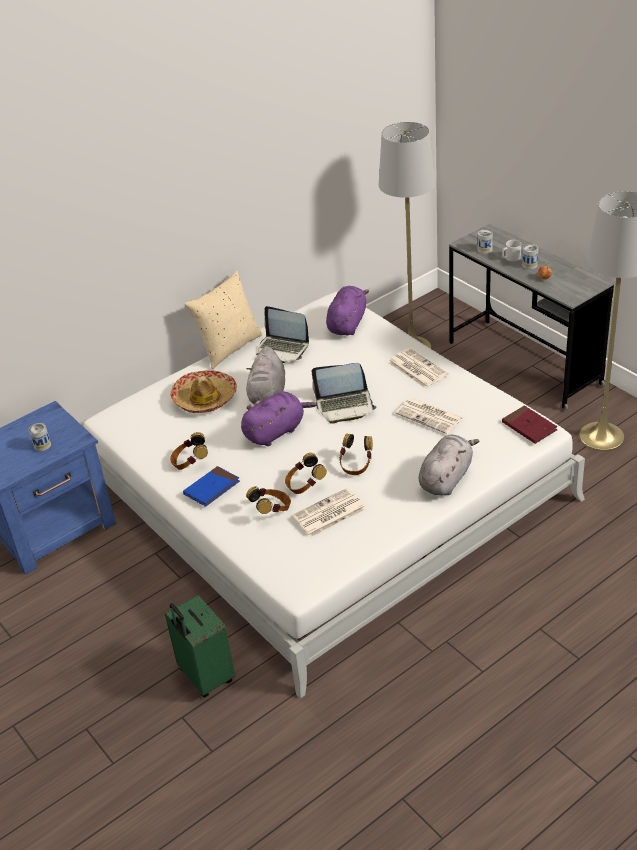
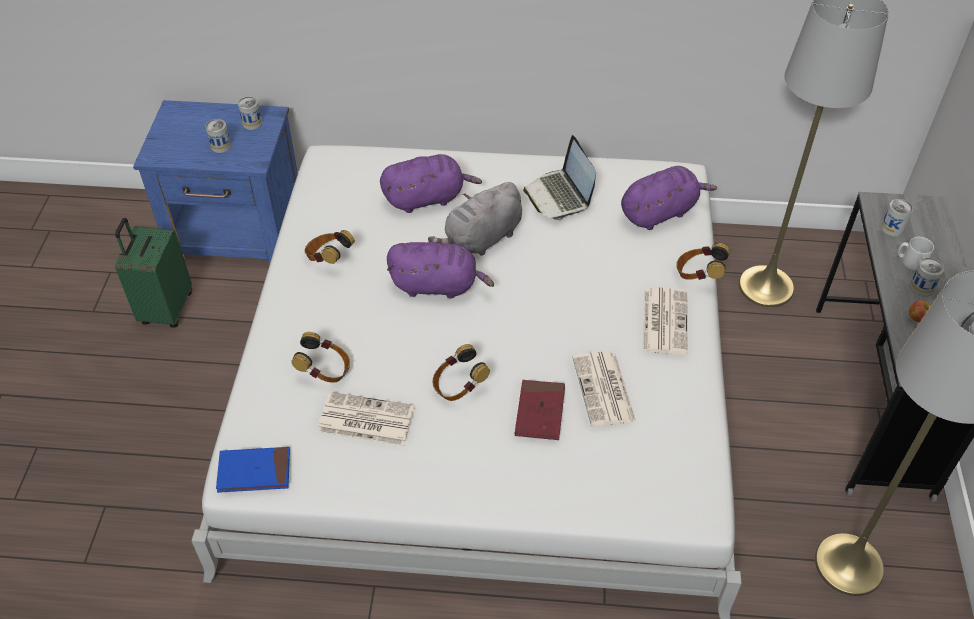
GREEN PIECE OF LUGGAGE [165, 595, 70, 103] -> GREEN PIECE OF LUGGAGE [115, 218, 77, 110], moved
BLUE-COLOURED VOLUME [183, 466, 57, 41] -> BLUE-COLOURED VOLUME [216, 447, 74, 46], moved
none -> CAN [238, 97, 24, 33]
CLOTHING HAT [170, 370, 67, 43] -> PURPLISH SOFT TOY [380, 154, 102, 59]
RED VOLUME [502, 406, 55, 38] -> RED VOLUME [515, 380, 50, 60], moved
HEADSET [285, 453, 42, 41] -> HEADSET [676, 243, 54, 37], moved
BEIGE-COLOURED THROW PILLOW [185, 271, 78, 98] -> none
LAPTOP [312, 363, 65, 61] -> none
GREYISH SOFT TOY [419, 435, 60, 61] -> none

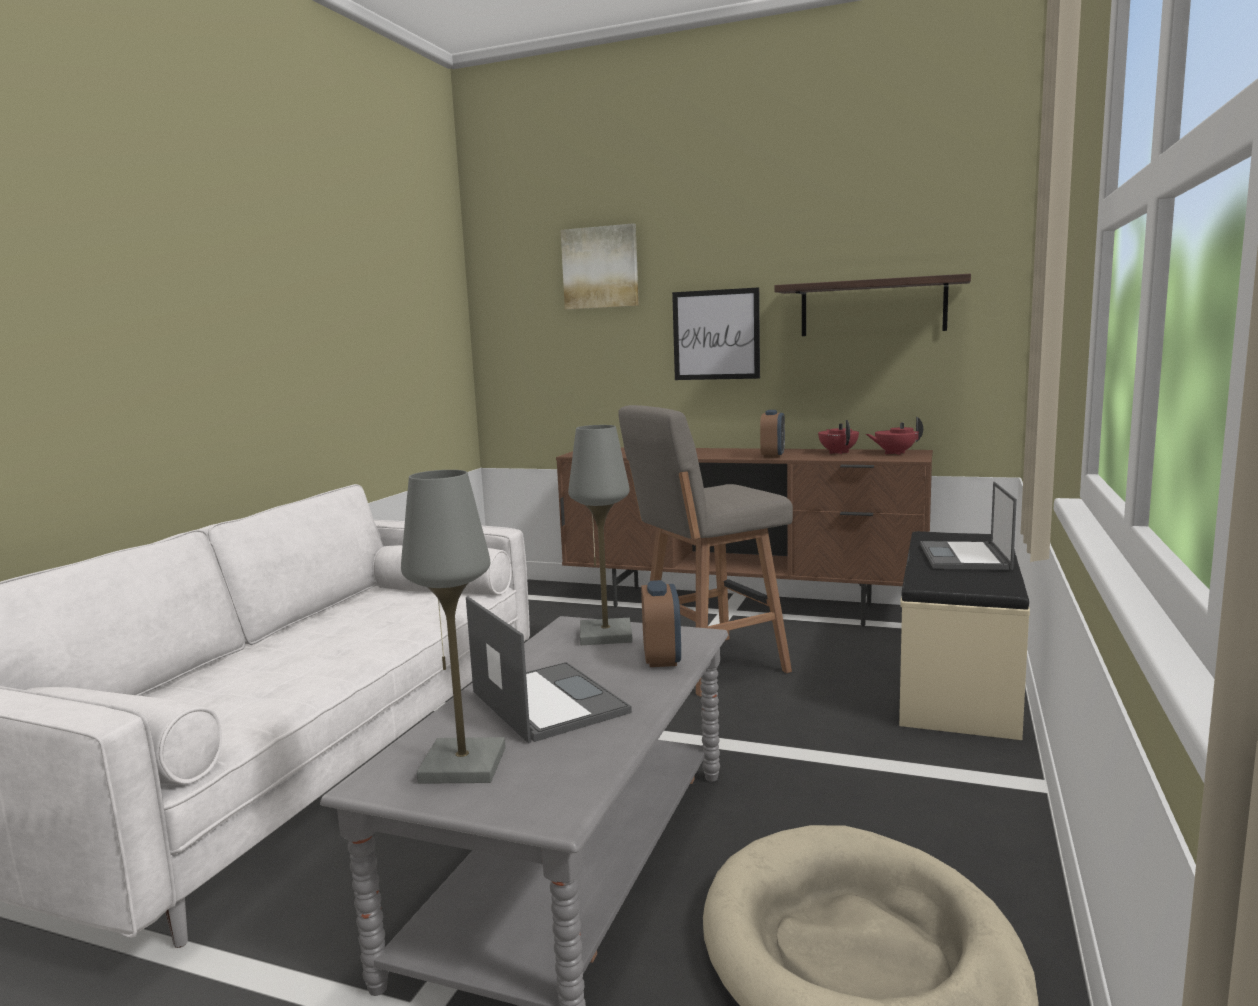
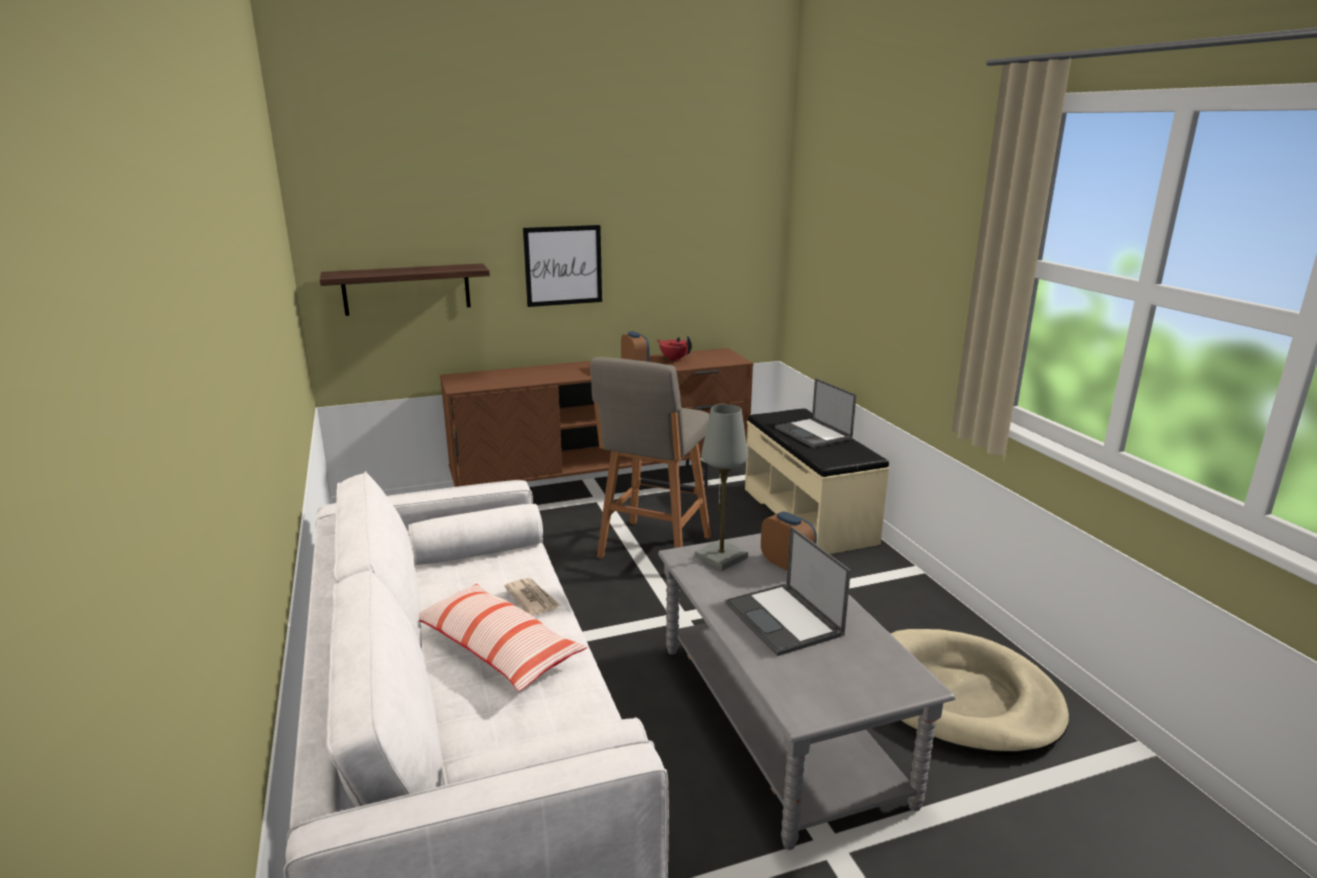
WALL SHELF [774, 274, 197, 62] -> WALL SHELF [320, 263, 170, 53], moved
none -> THROW PILLOW [418, 584, 169, 107]
none -> PRINTED PAPER [504, 578, 57, 38]
LAPTOP [466, 596, 166, 147] -> LAPTOP [725, 526, 126, 130], 135 degrees counterclockwise
GREYISH TABLETOP LAMP [401, 470, 104, 314] -> none
WALL PICTURE [561, 223, 78, 86] -> none
RED POT FOR TEA [866, 417, 57, 38] -> none

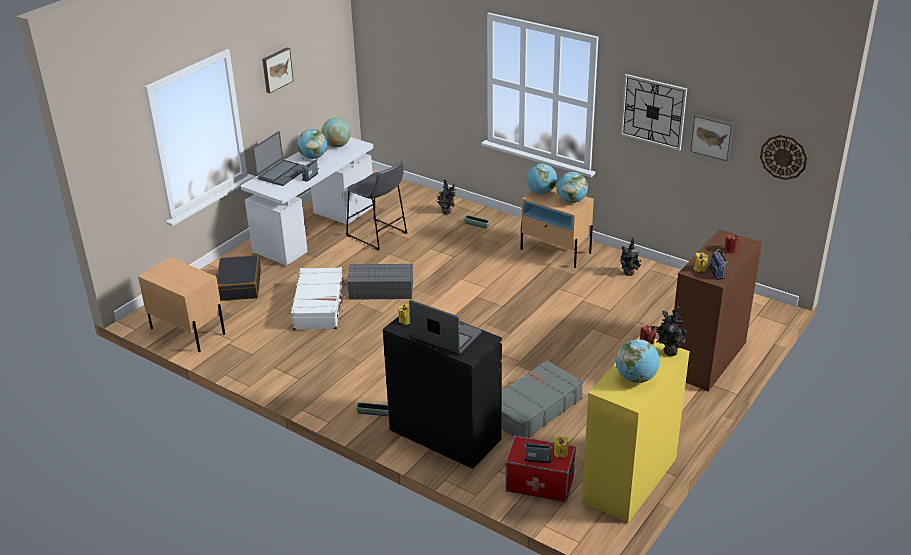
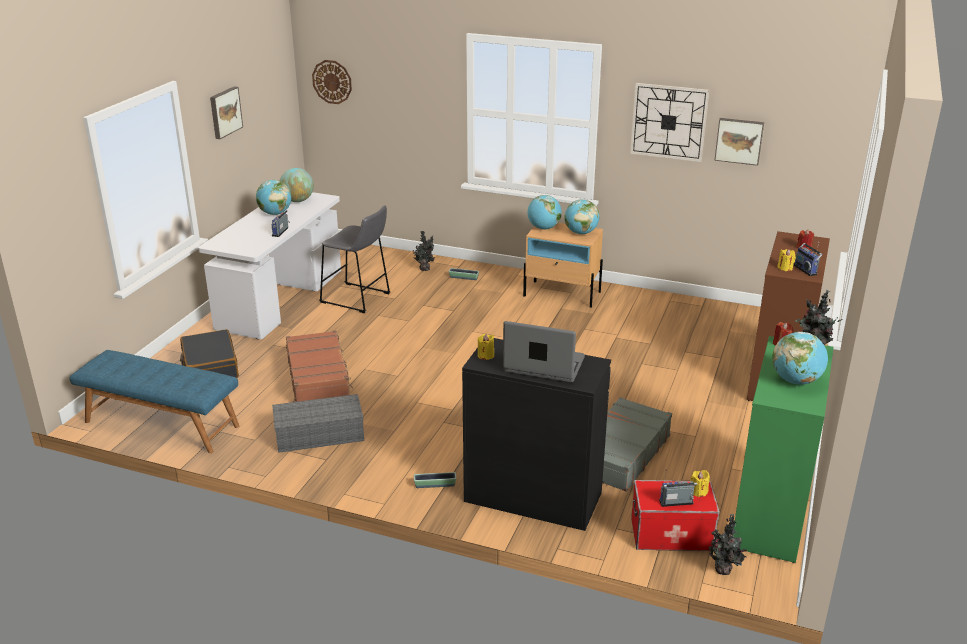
BEIGE-COLOURED BEDSIDE TABLE [138, 257, 87, 95] -> BLUE-COLOURED LONG SEAT [69, 350, 170, 103]
GREYISH STORAGE BOX [347, 264, 66, 36] -> GREYISH STORAGE BOX [272, 394, 92, 59], moved
WHITISH PIECE OF LUGGAGE [291, 267, 55, 63] -> BROWN PIECE OF LUGGAGE [286, 330, 67, 72]
HANGING CLOCK [760, 135, 47, 45] -> HANGING CLOCK [312, 60, 40, 44], moved
POTTED PLANT [620, 237, 22, 39] -> POTTED PLANT [709, 514, 38, 61], moved
YELLOWISH DRESSER [582, 336, 108, 187] -> GREEN DRESSER [733, 336, 101, 227]
LAPTOP [253, 131, 52, 55] -> none

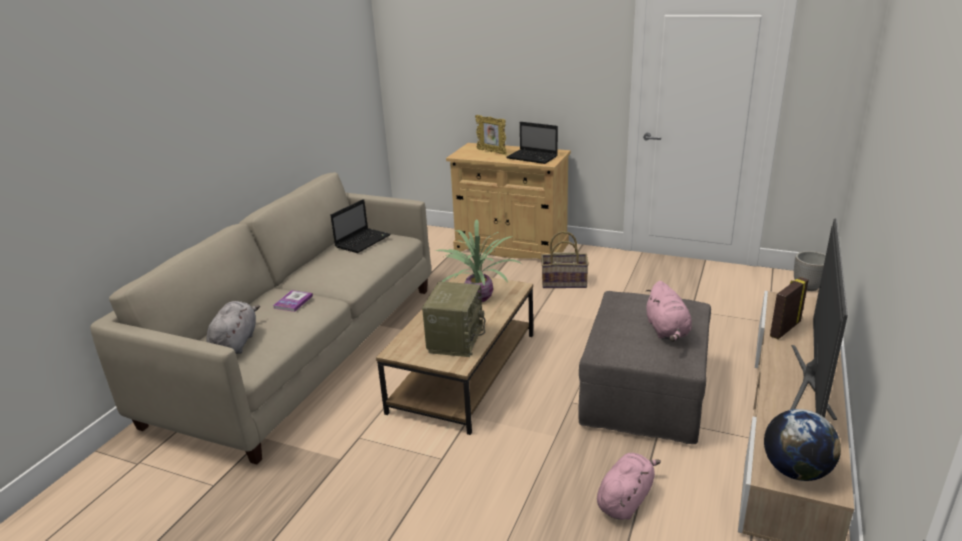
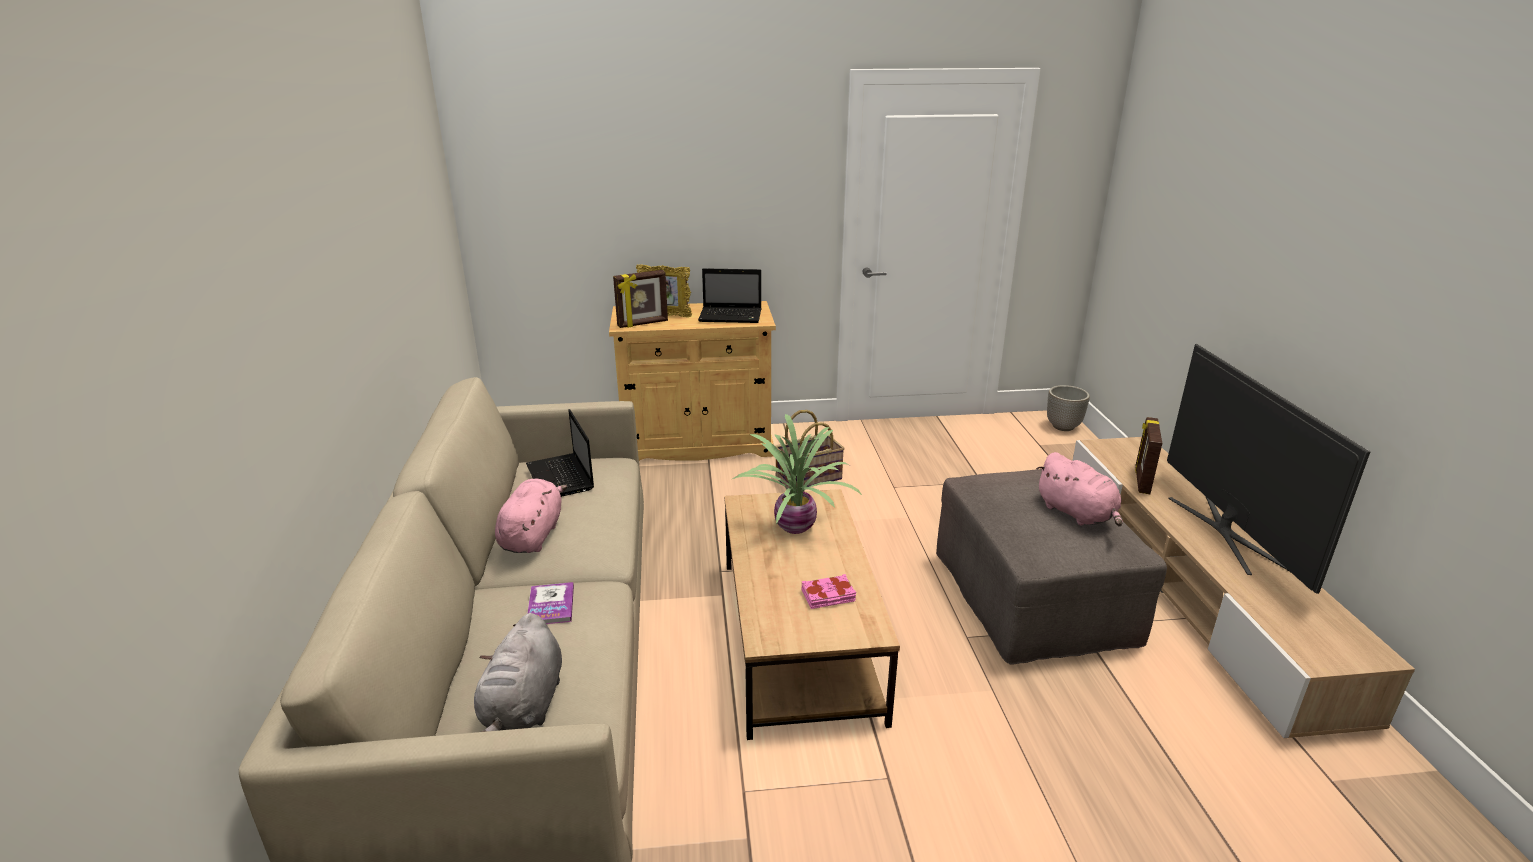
GREYISH SOFT TOY [207, 301, 53, 53] -> GREYISH SOFT TOY [474, 613, 88, 119], 150 degrees counterclockwise
PINK SOFT TOY [597, 453, 64, 67] -> PINK SOFT TOY [495, 479, 72, 74], moved
LAPTOP [330, 199, 61, 54] -> LAPTOP [526, 409, 68, 88], 150 degrees clockwise
none -> STANDING FRAME [613, 270, 55, 58]
RADIO SET [422, 282, 63, 75] -> PINK VOLUME [802, 574, 54, 35]
WORLD GLOBE [764, 409, 77, 72] -> none

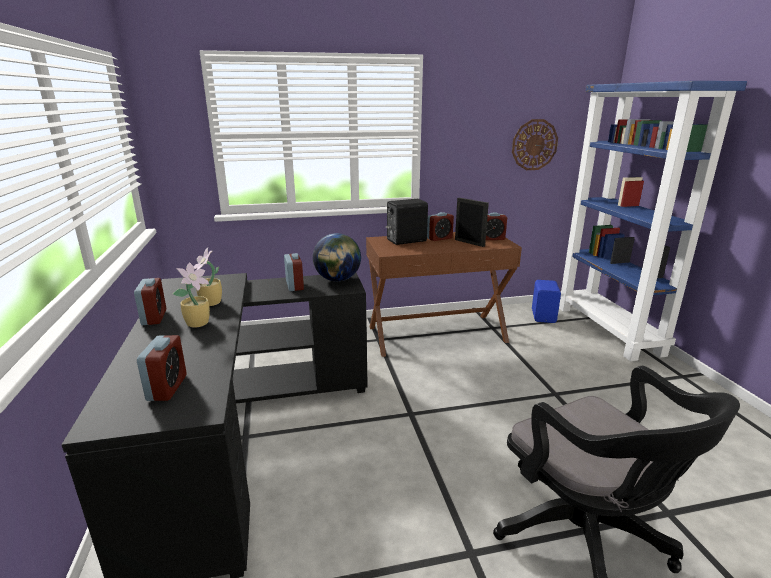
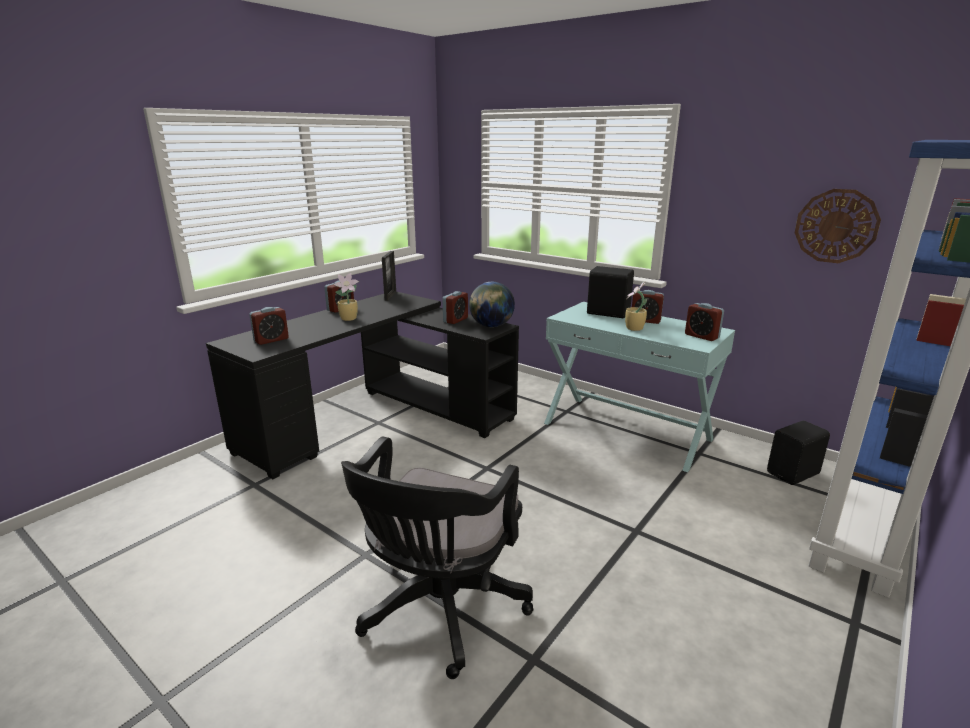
STANDING FRAME [455, 198, 34, 49] -> STANDING FRAME [382, 251, 14, 50], moved
BROWN HALL TABLE [366, 232, 156, 125] -> TURQUOISE-COLOURED HALL TABLE [544, 302, 191, 170]
POTTED PLANT [194, 248, 28, 58] -> POTTED PLANT [625, 281, 22, 50], moved
BLUE-COLOURED LOUDSPEAKER [532, 280, 29, 43] -> BLACKISH LOUDSPEAKER [767, 421, 63, 64]

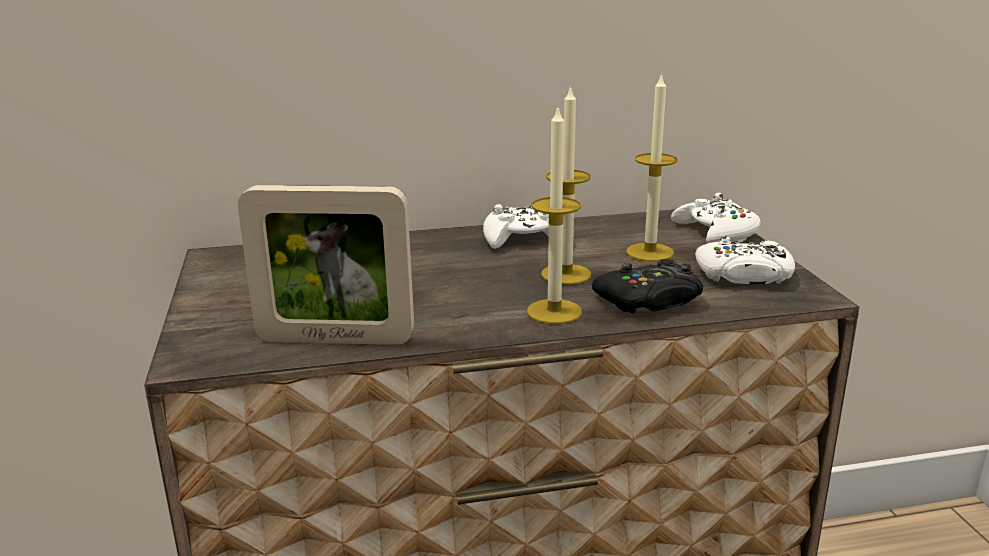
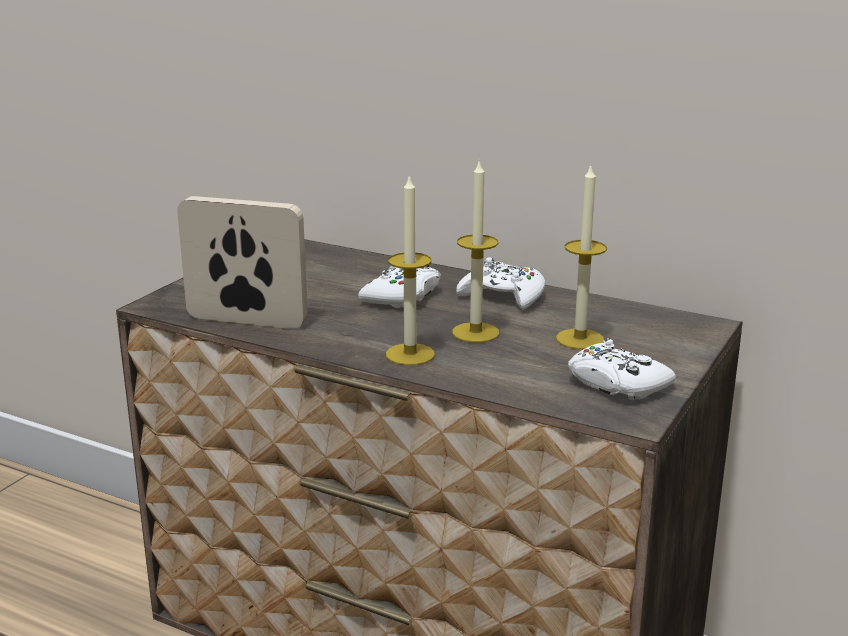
STANDING FRAME [238, 185, 176, 160] -> STANDING FRAME [177, 196, 131, 133], 150 degrees clockwise
WHITISH GAME CONTROLLER [671, 193, 90, 51] -> WHITISH GAME CONTROLLER [358, 265, 83, 43], moved
BLACKISH GAME CONTROLLER [592, 259, 111, 55] -> none

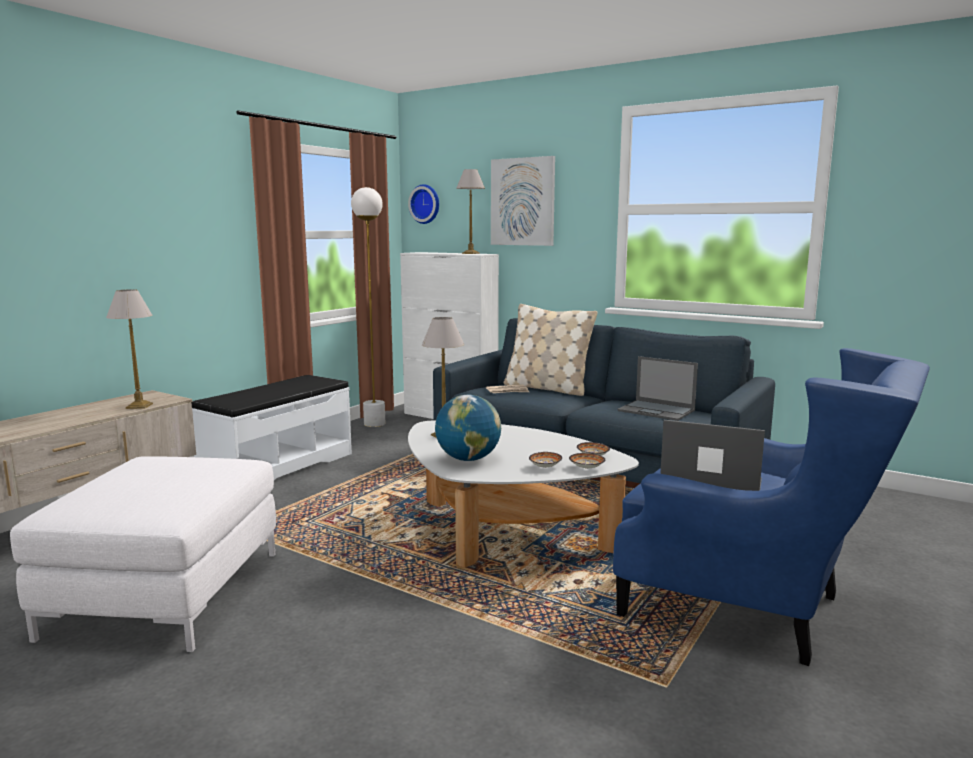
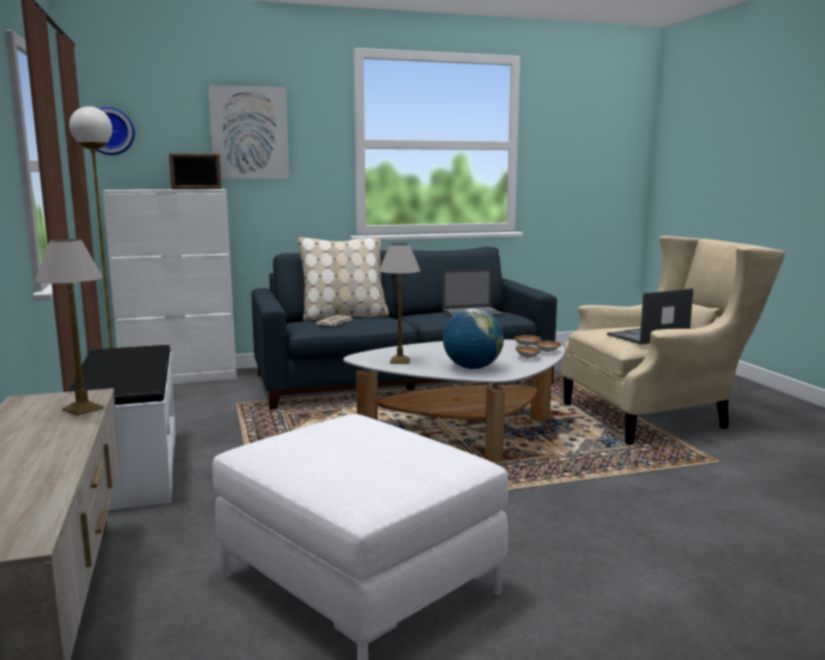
TABLETOP LAMP [456, 169, 29, 85] -> STANDING FRAME [169, 153, 52, 36]
BLUE-COLOURED EASY CHAIR [613, 348, 317, 318] -> BEIGE-COLOURED EASY CHAIR [562, 236, 223, 209]

